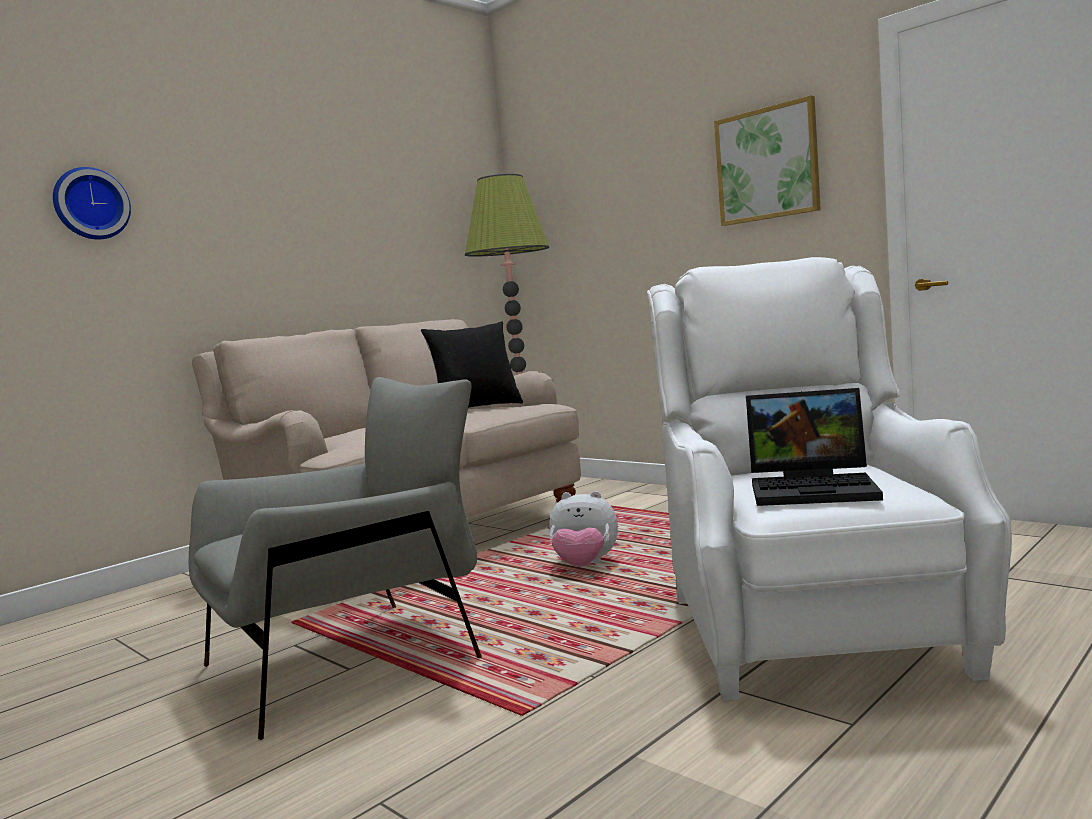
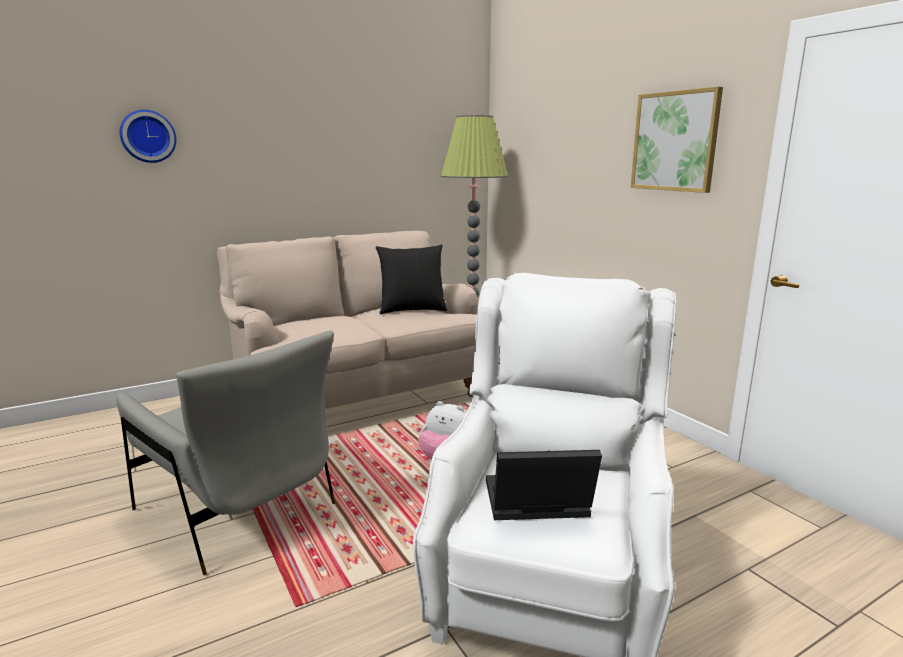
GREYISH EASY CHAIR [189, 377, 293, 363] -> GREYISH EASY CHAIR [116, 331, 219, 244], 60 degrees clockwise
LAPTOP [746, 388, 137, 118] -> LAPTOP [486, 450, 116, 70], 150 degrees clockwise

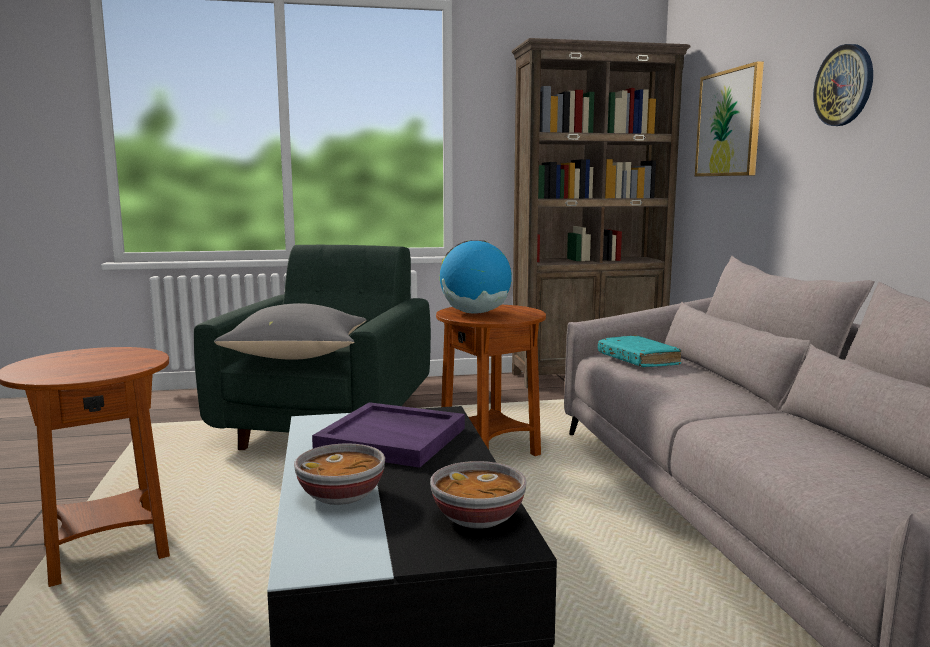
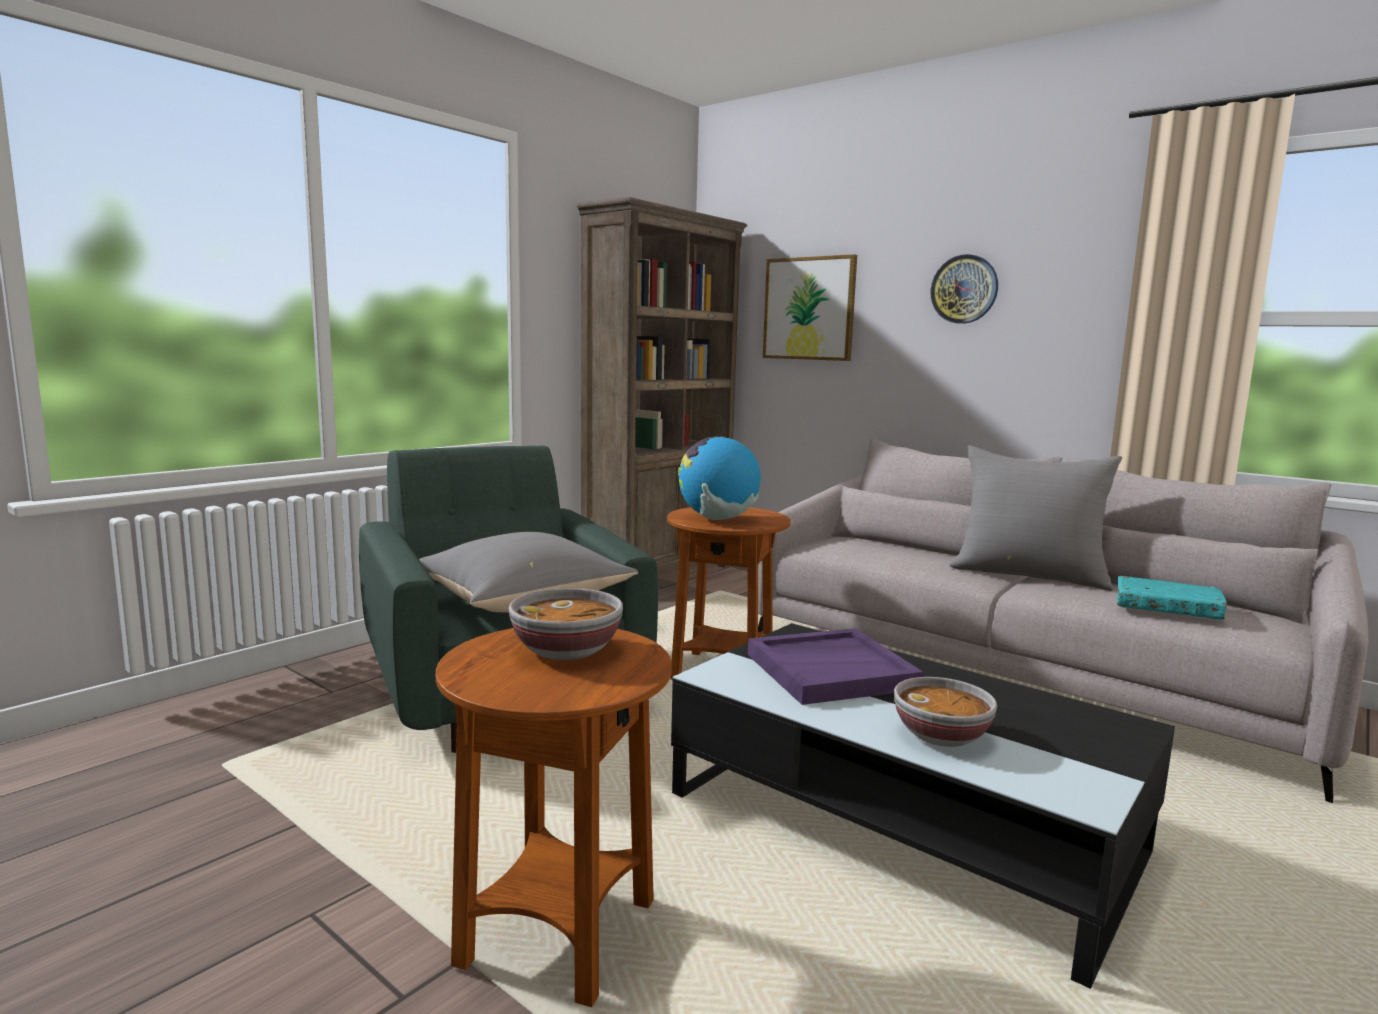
BOWL [430, 461, 97, 68] -> BOWL [509, 588, 114, 72], moved
none -> GREYISH THROW PILLOW [949, 445, 173, 146]
TURQUOISE-COLOURED VOLUME [598, 335, 83, 32] -> TURQUOISE-COLOURED VOLUME [1116, 576, 111, 44], moved

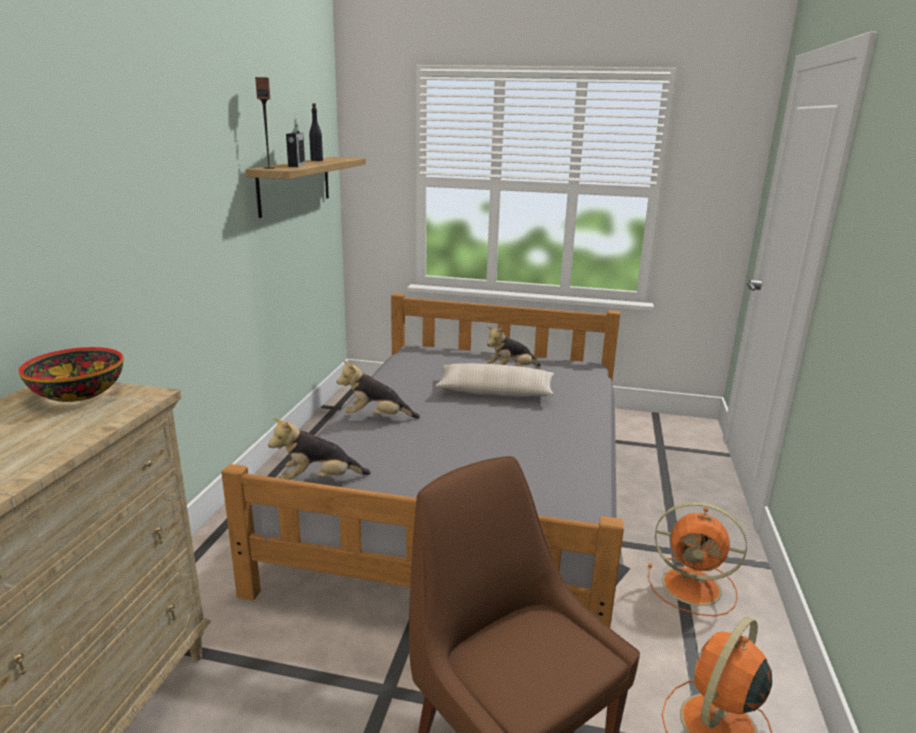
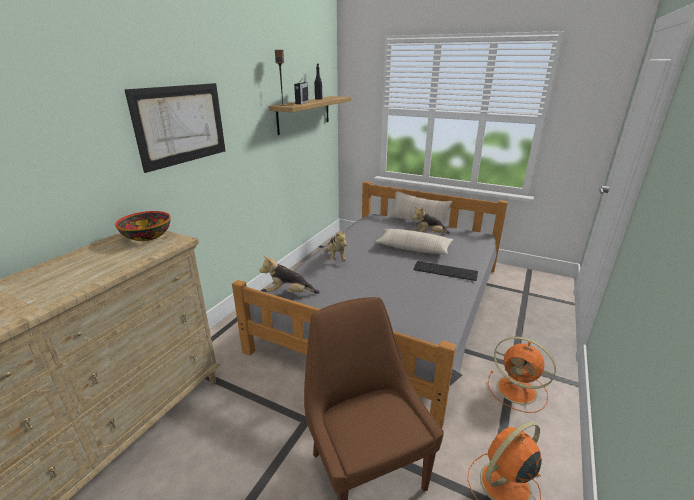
none -> WALL PICTURE [124, 83, 101, 90]
SOFT TOY [337, 360, 83, 59] -> SOFT TOY [323, 229, 24, 32], 120 degrees counterclockwise
none -> BEIGE-COLOURED THROW PILLOW [390, 192, 62, 34]
none -> COMPUTER KEYBOARD [414, 261, 64, 20]

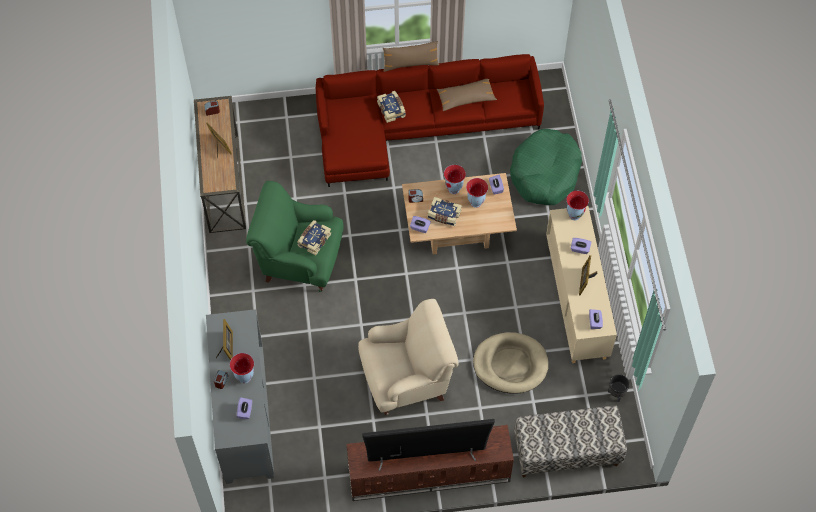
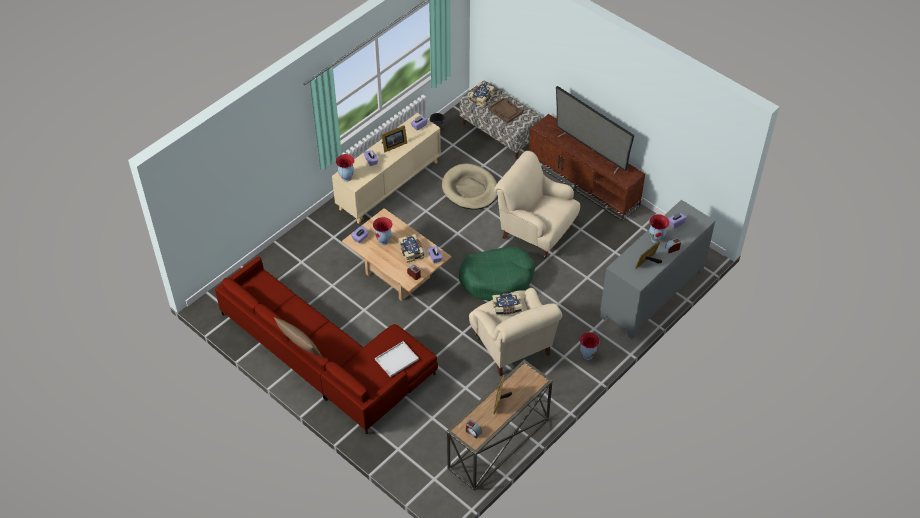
none -> WHITISH SERVING TRAY [375, 341, 44, 36]
GREEN DOG BED [510, 129, 72, 76] -> GREEN DOG BED [459, 247, 76, 54], moved
VOLUME [377, 91, 29, 32] -> VOLUME [469, 82, 25, 25], moved
GREEN EASY CHAIR [246, 181, 98, 111] -> BEIGE-COLOURED EASY CHAIR [469, 288, 93, 88]
none -> BROWN SERVING TRAY [488, 97, 35, 27]
DECORATIVE VASE [444, 165, 22, 29] -> DECORATIVE VASE [580, 332, 20, 28], moved
BROWN THROW PILLOW [437, 79, 60, 32] -> none

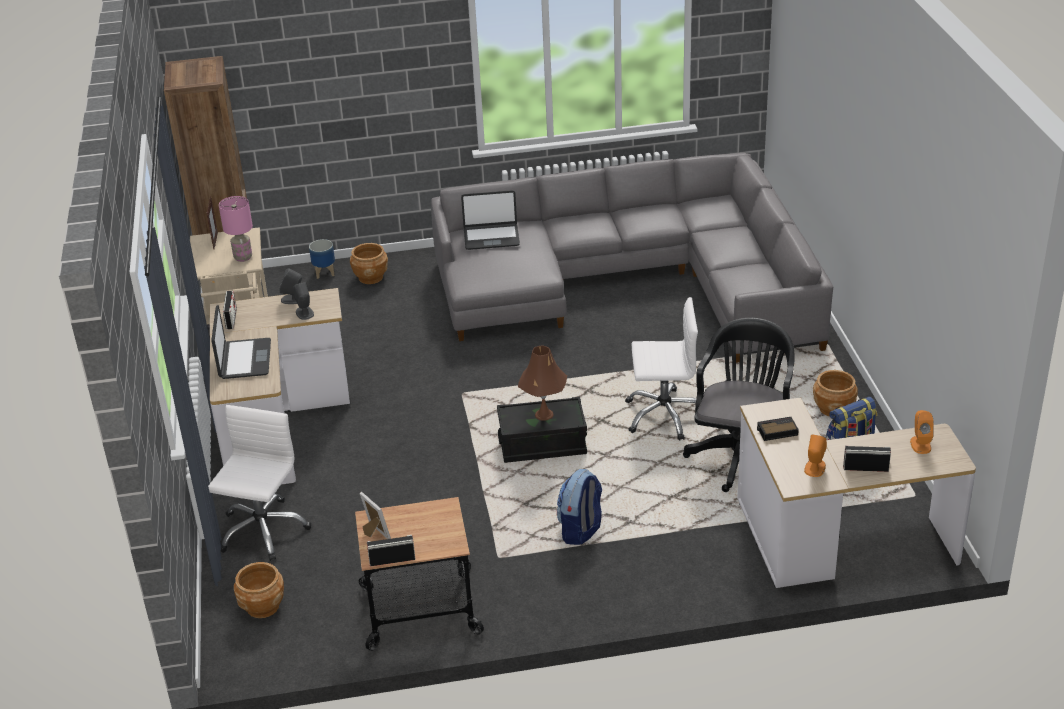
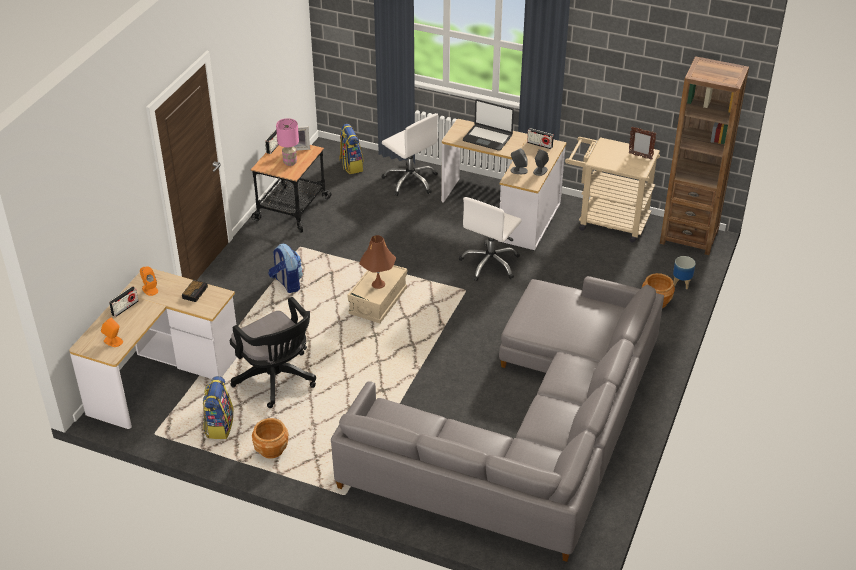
PINK TABLETOP LAMP [219, 196, 34, 66] -> PINK TABLETOP LAMP [276, 118, 23, 48], moved
BROWN PLANTER [234, 562, 50, 56] -> KNAPSACK [339, 124, 25, 50]
BLACKISH STORAGE BOX [497, 397, 90, 66] -> BEIGE-COLOURED STORAGE BOX [347, 265, 60, 58]
WHITISH COMPUTER CHAIR [625, 297, 73, 144] -> WHITISH COMPUTER CHAIR [459, 197, 63, 84], moved
LAPTOP [461, 190, 59, 60] -> none

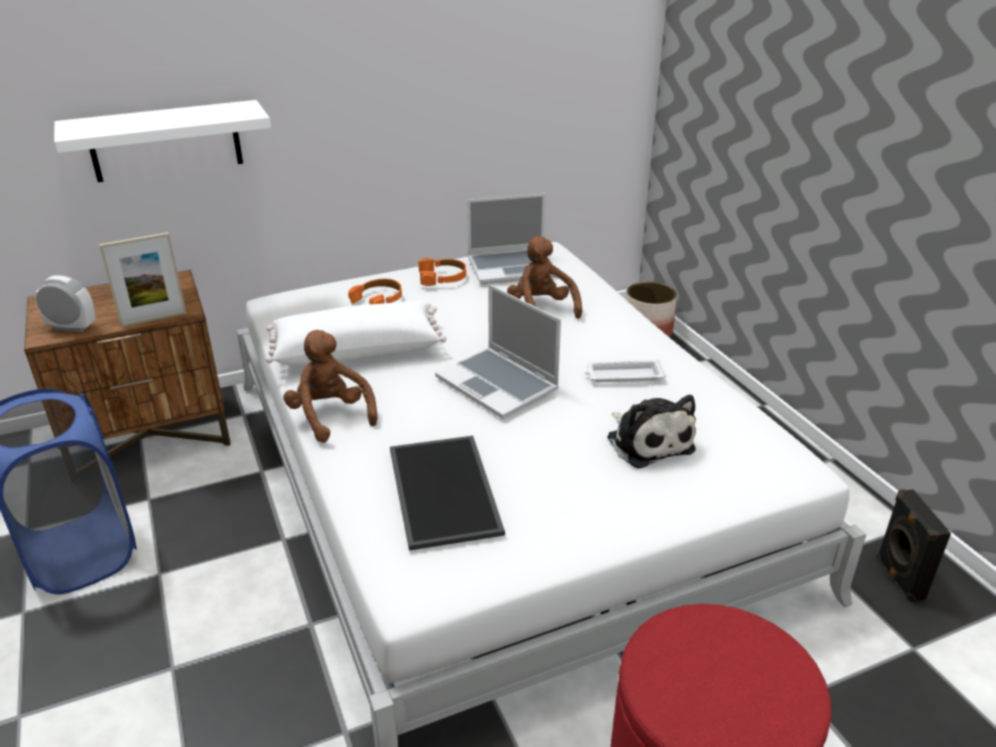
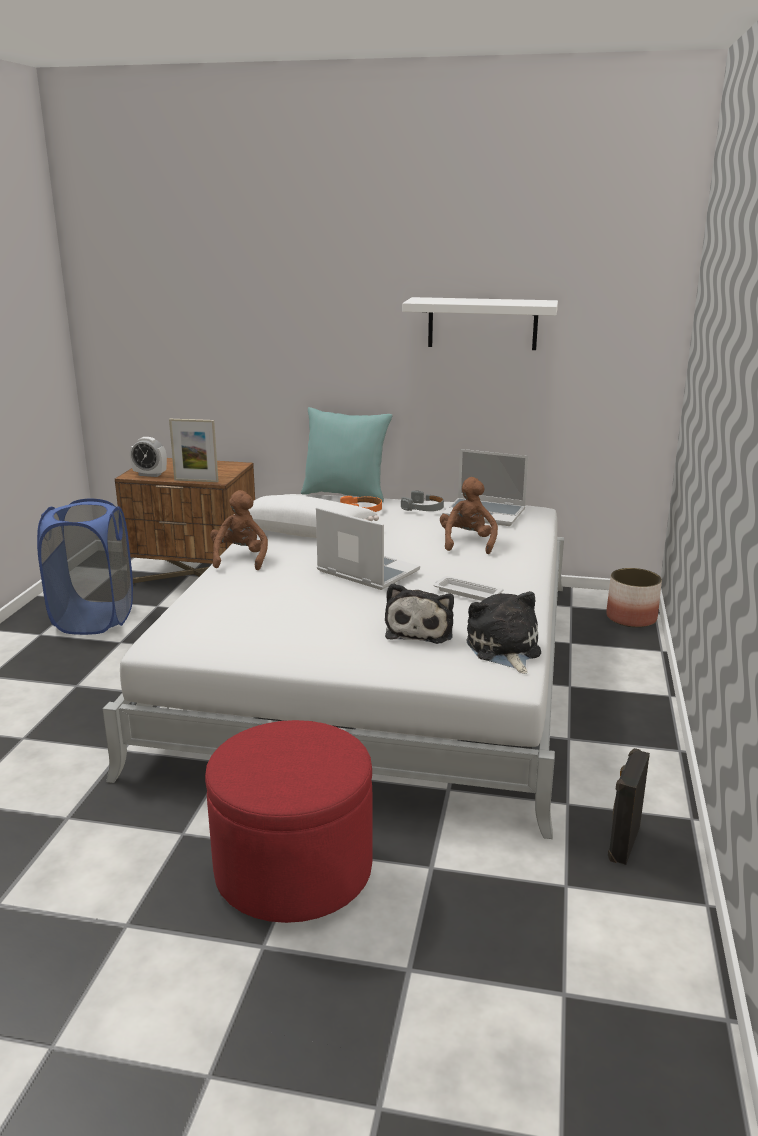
BEDSIDE CLOCK [35, 275, 60, 57] -> BEDSIDE CLOCK [130, 437, 37, 40], 150 degrees clockwise
none -> TURQUOISE-COLOURED THROW PILLOW [301, 407, 91, 95]
LAPTOP [435, 284, 126, 135] -> LAPTOP [316, 507, 104, 83], 135 degrees clockwise
ORANGEY HEADSET [419, 258, 47, 28] -> GREYISH HEADSET [401, 491, 43, 20]
WHITISH WALL SHELF [54, 100, 217, 82] -> WHITISH WALL SHELF [402, 297, 156, 53], moved
none -> SOFT TOY [466, 591, 75, 83]
SERVING TRAY [390, 436, 115, 115] -> none

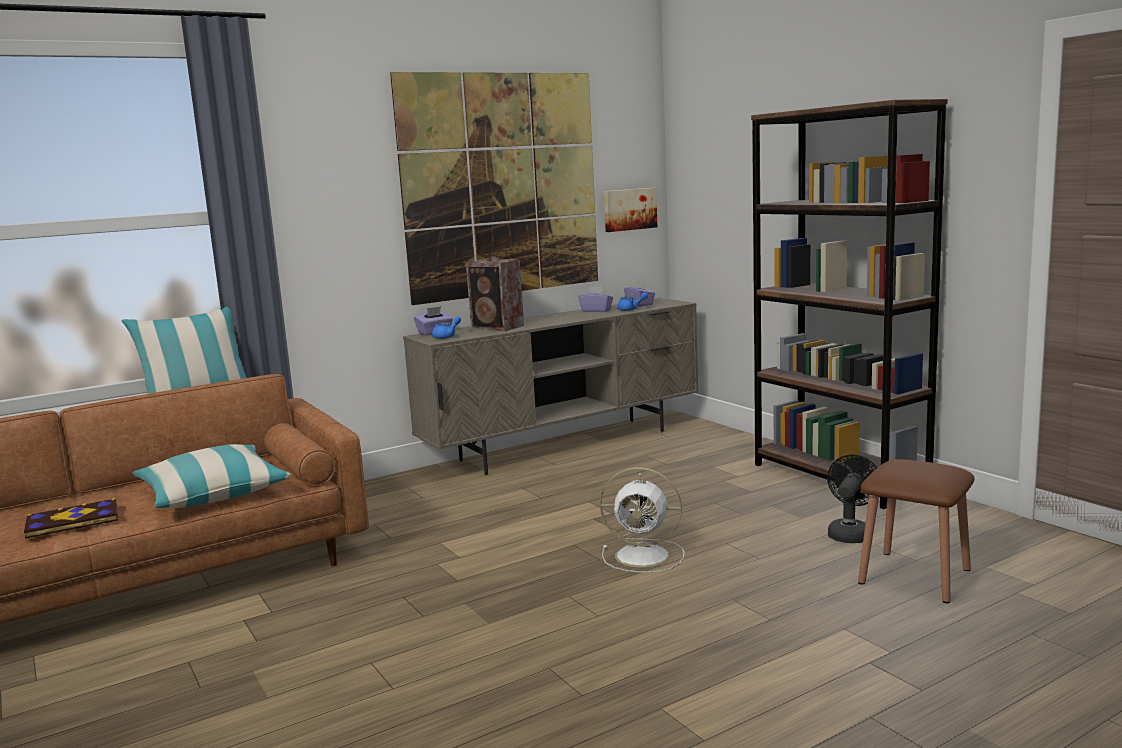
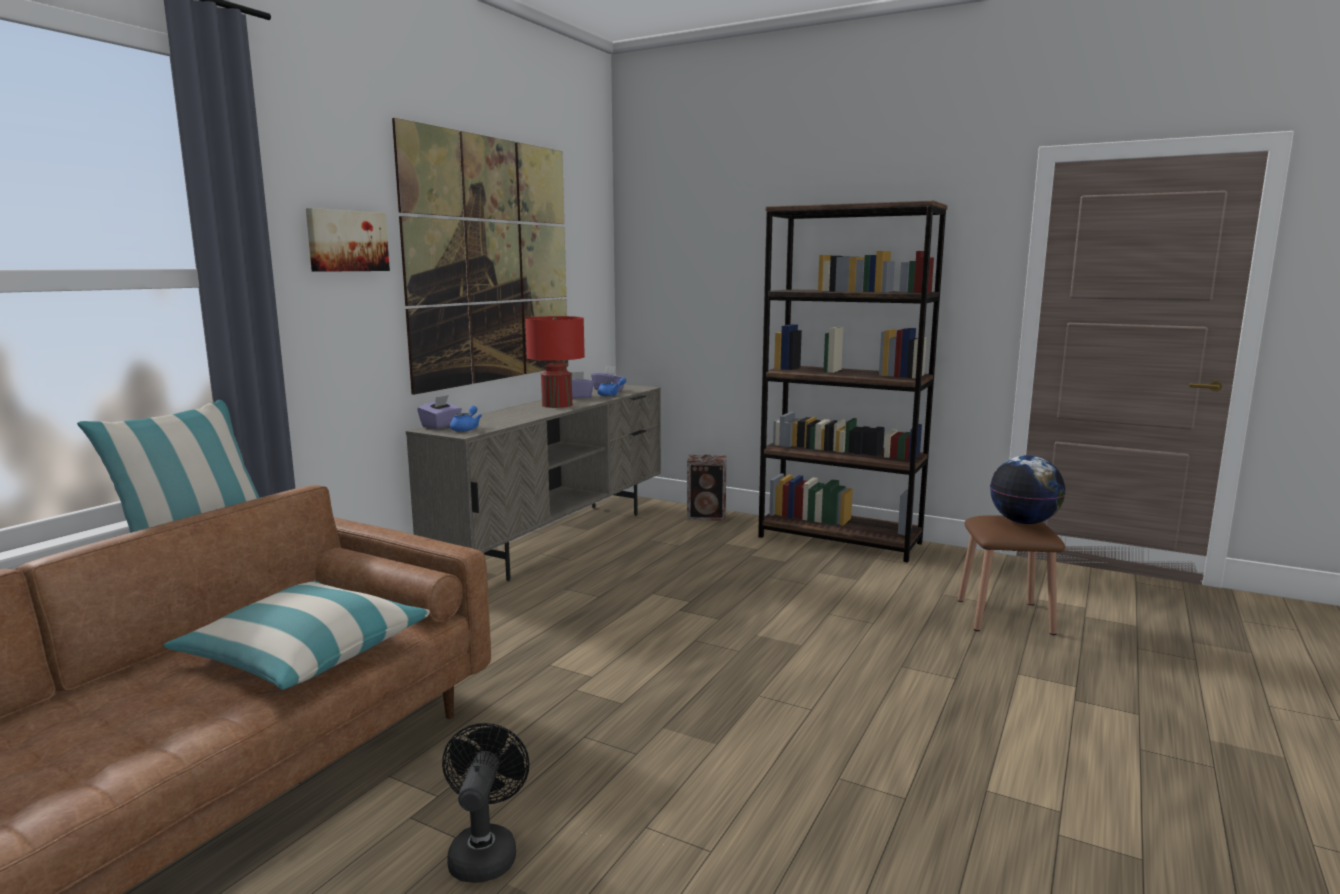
WALL PICTURE [604, 188, 53, 44] -> WALL PICTURE [306, 208, 84, 64], moved
BLACKISH COOLING FAN [827, 455, 50, 88] -> BLACKISH COOLING FAN [442, 723, 87, 160], moved
none -> RED TABLETOP LAMP [525, 316, 60, 92]
LOUDSPEAKER [466, 257, 58, 74] -> LOUDSPEAKER [687, 454, 39, 67], moved
none -> WORLD GLOBE [990, 455, 76, 69]
VOLUME [24, 498, 95, 41] -> none
WHITISH COOLING FAN [600, 467, 84, 106] -> none

